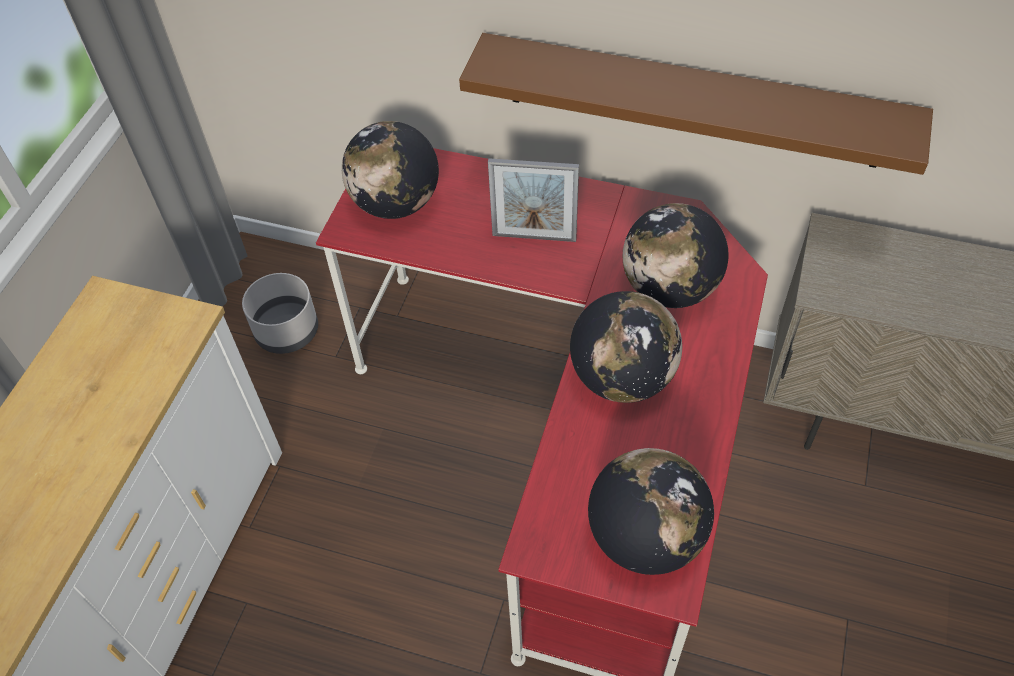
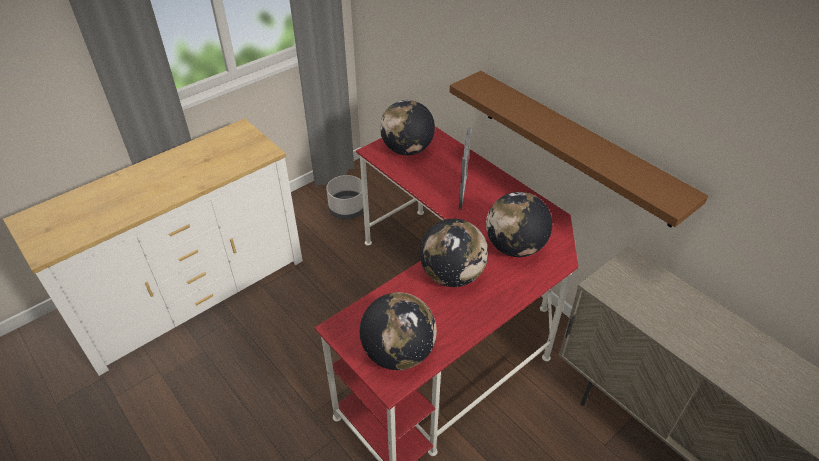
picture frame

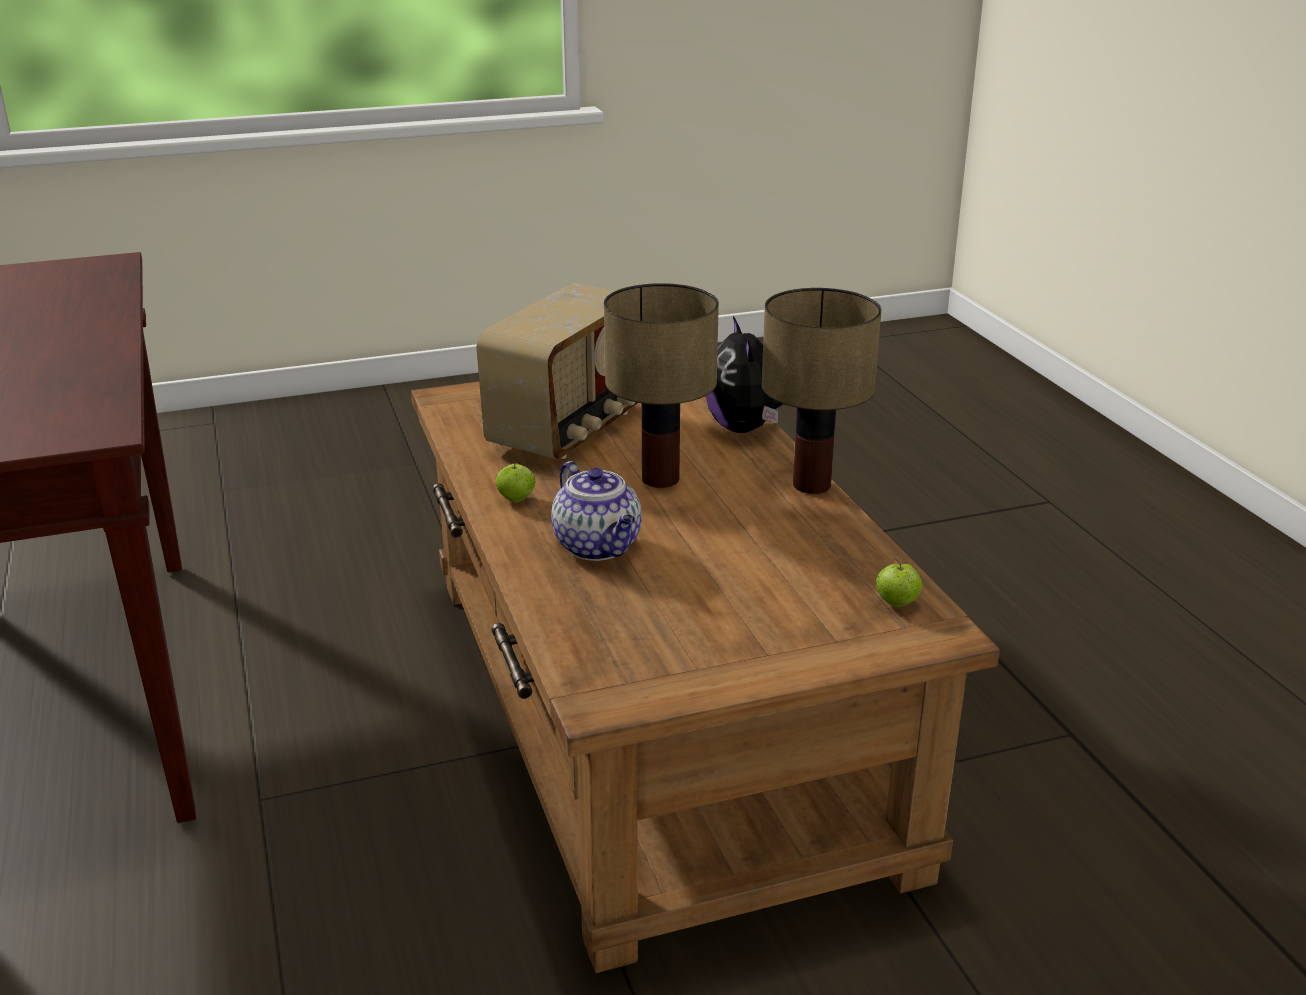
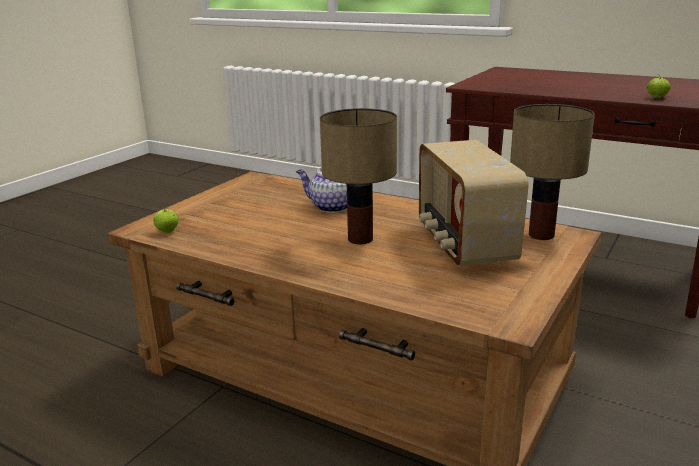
table lamp (no. 2 from left); apple (no. 2 from left); plush toy

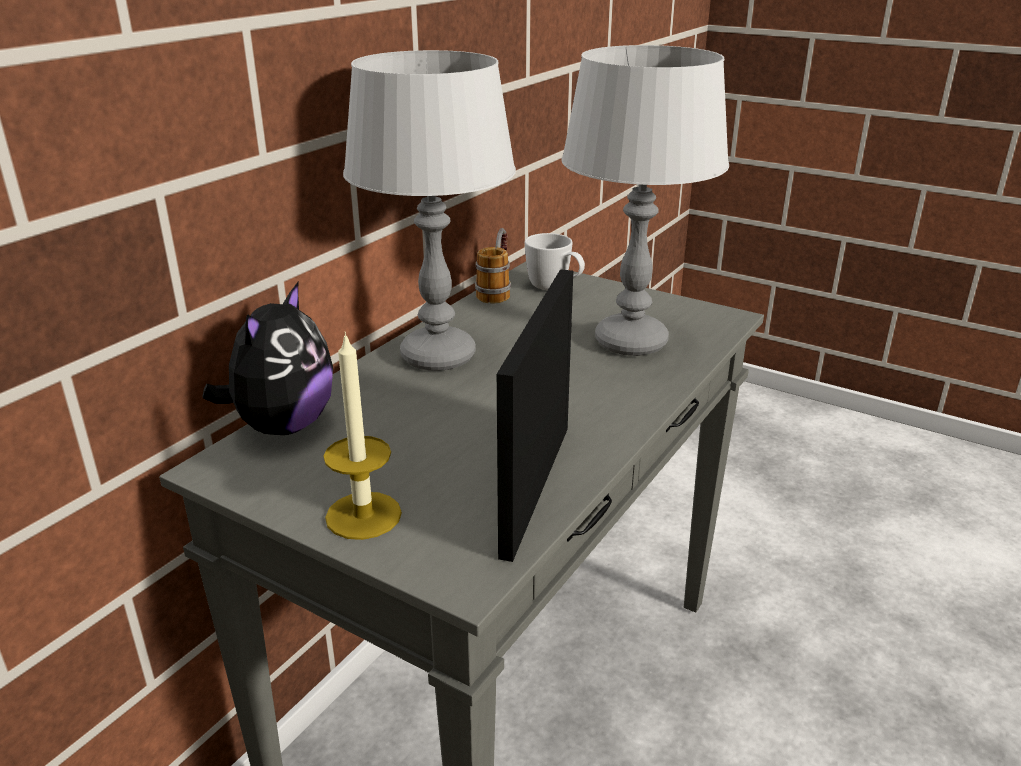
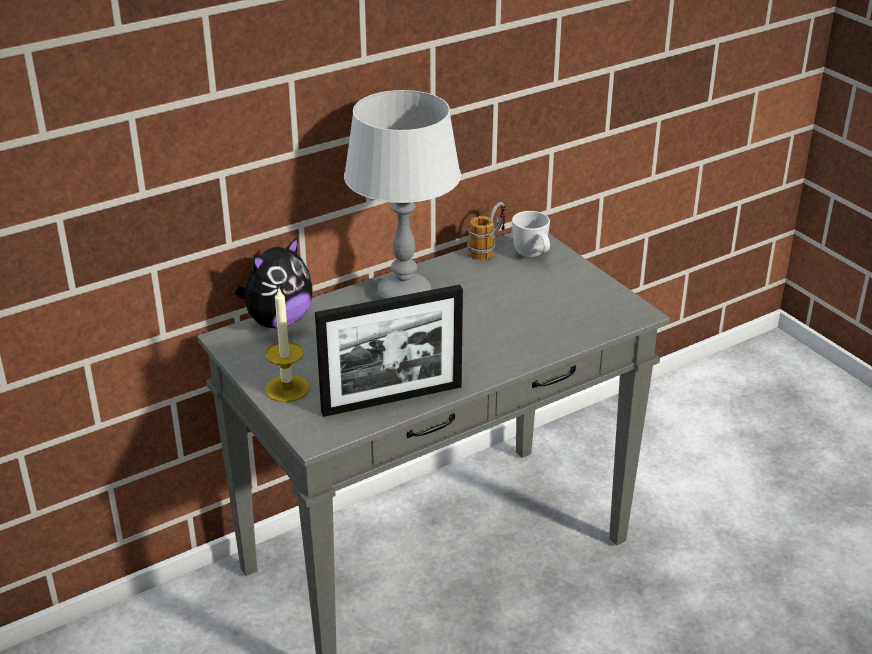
picture frame; table lamp in grey (no. 2 from left in the first image)

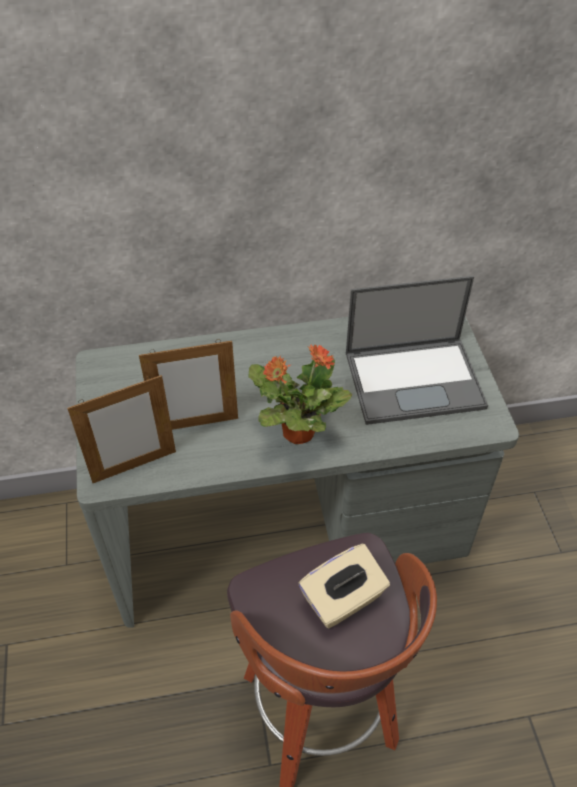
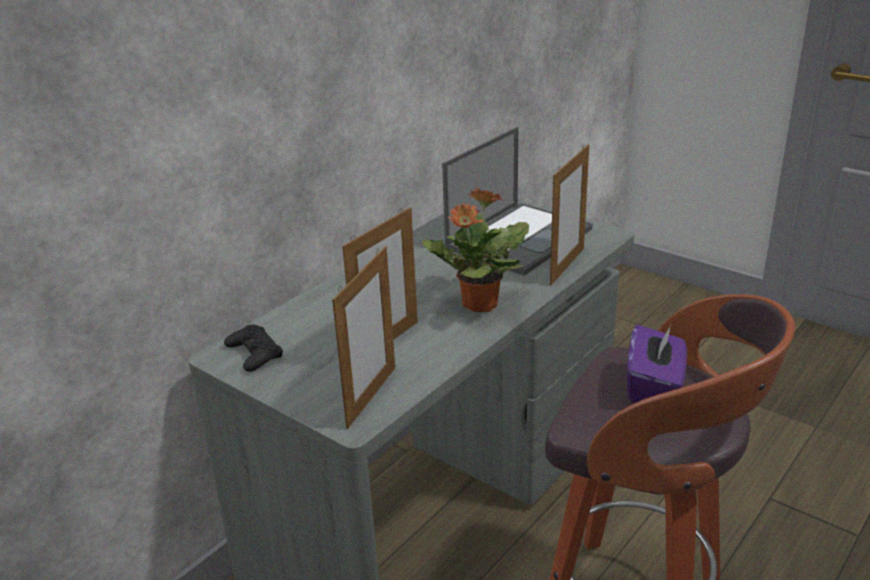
game controller in black; picture frame (no. 3 from left); tissue box in purple

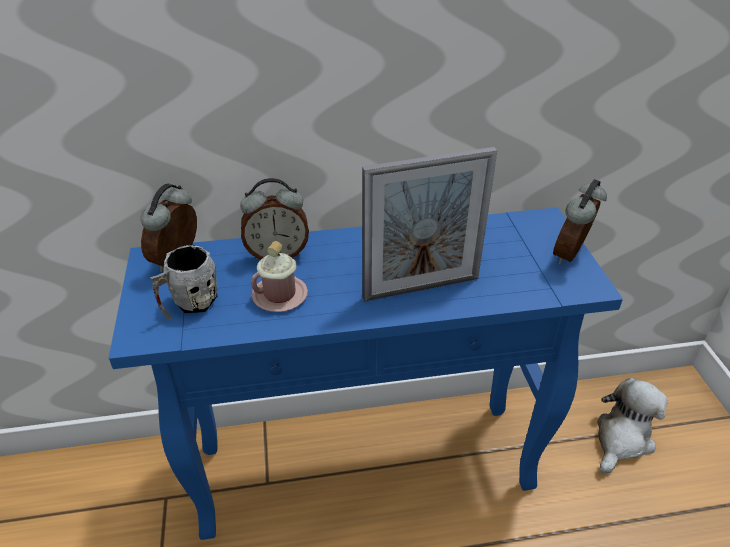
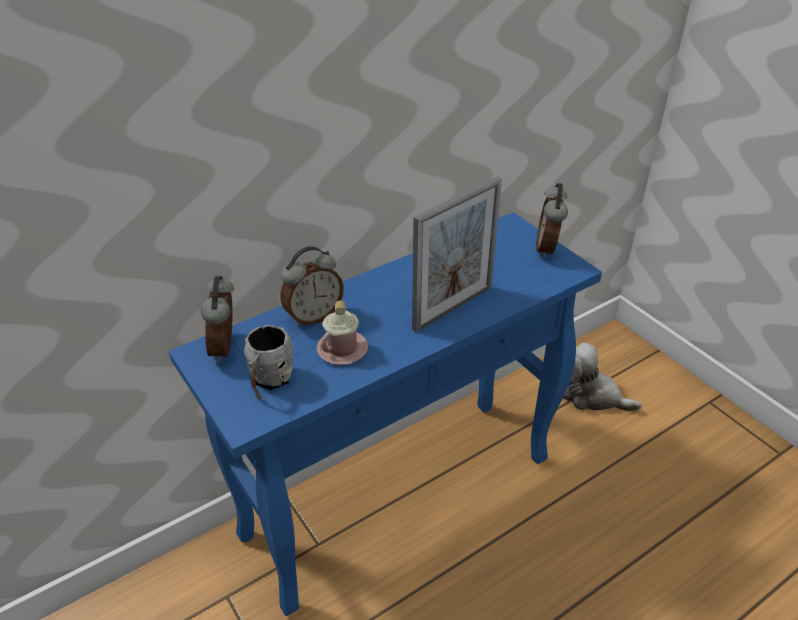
plush toy

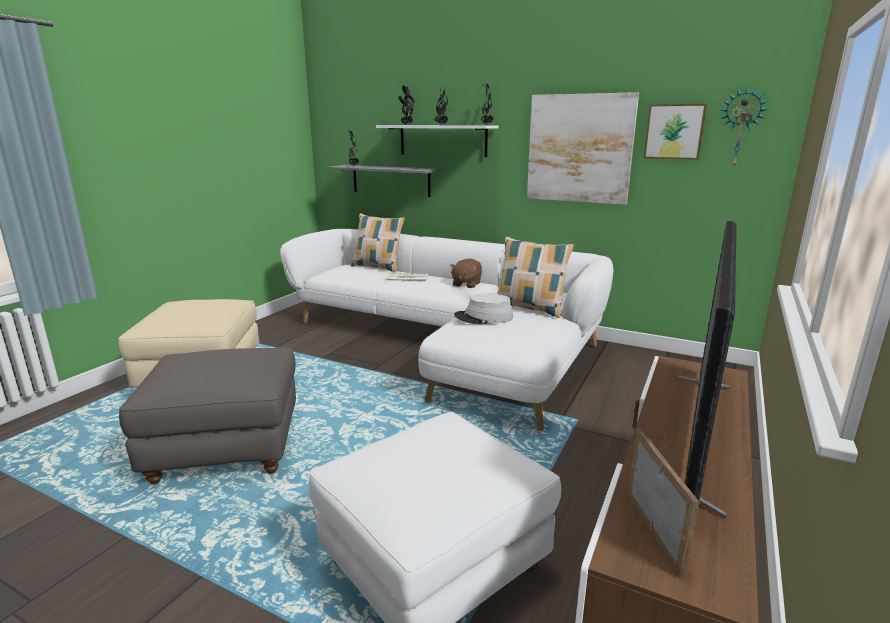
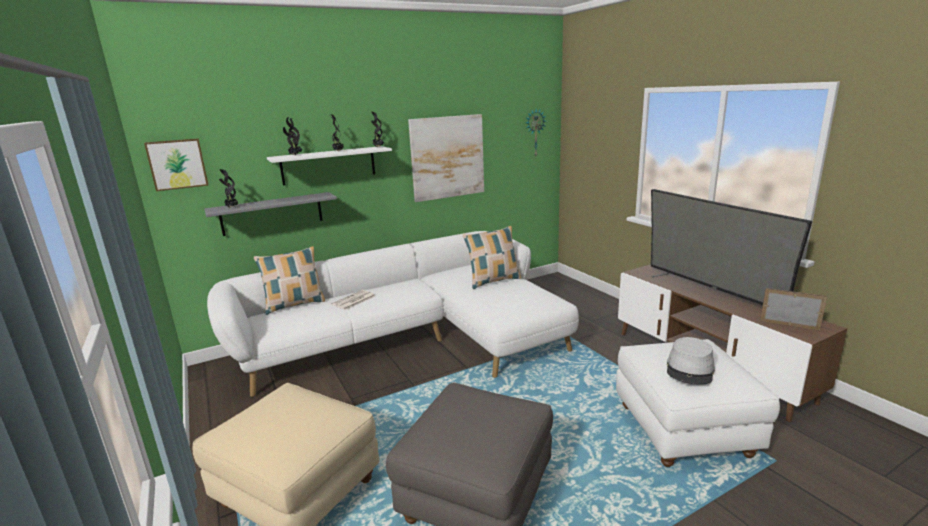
picture (no. 1 from left); hat in grey; plush toy in brown

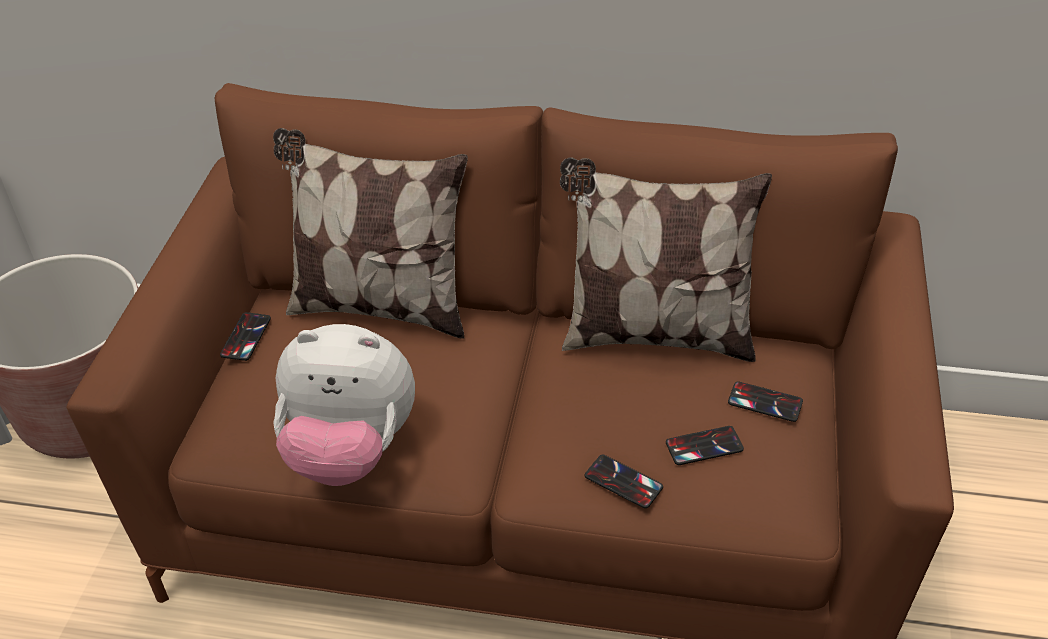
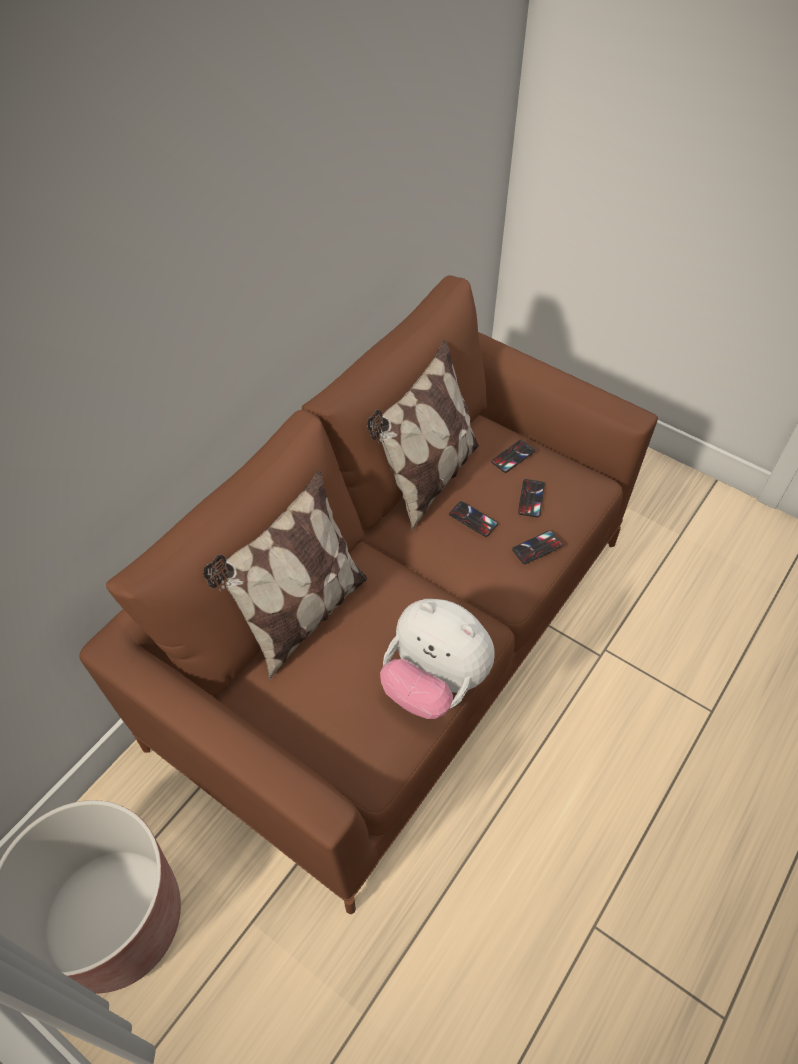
plush toy; phone (no. 1 from left)

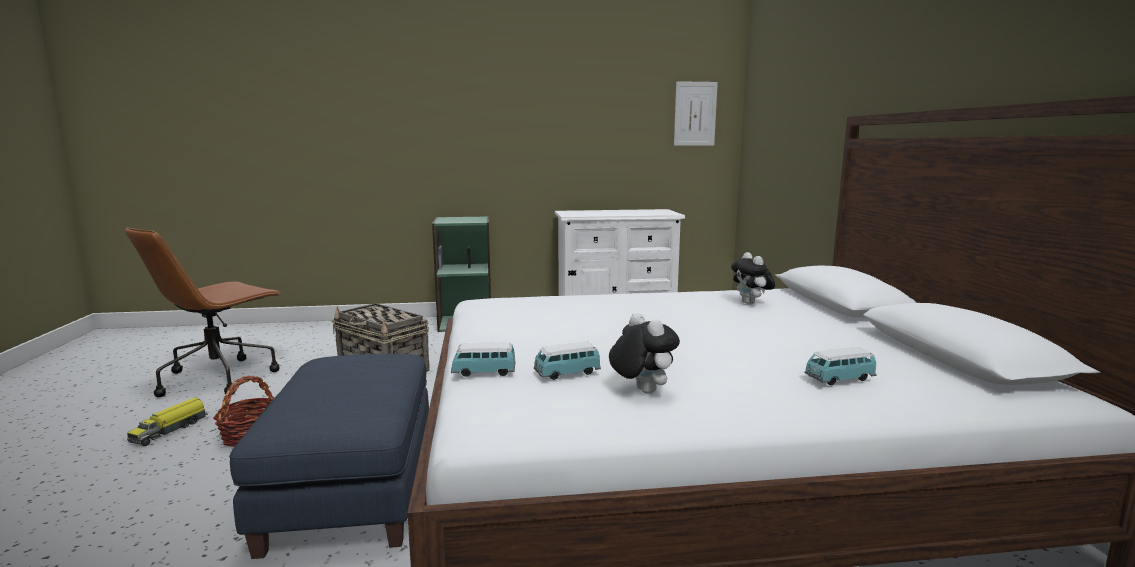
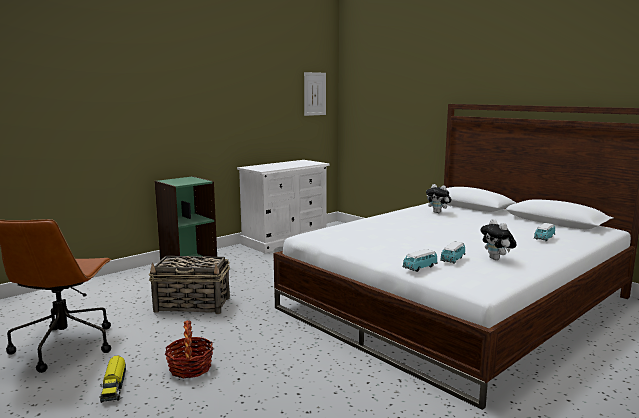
plush toy (no. 2 from left); ottoman in blue

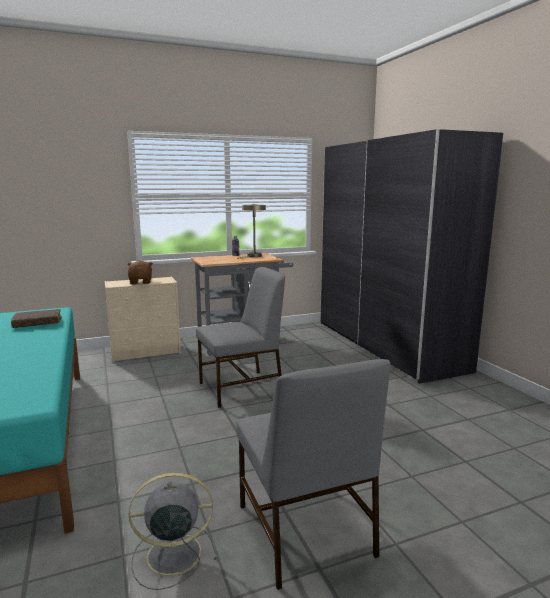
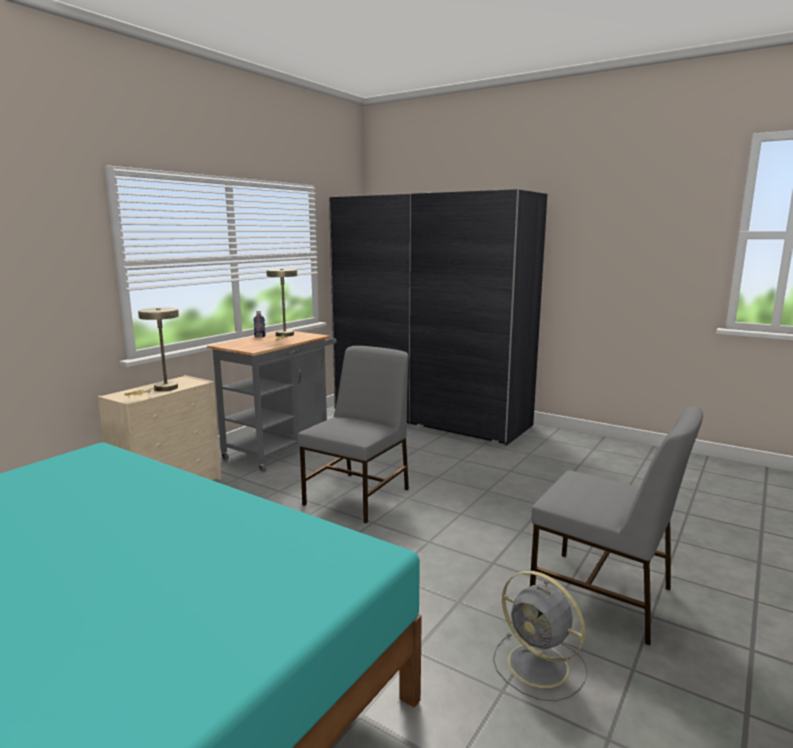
table lamp in beige (no. 1 from left); fan in grey; book in brown

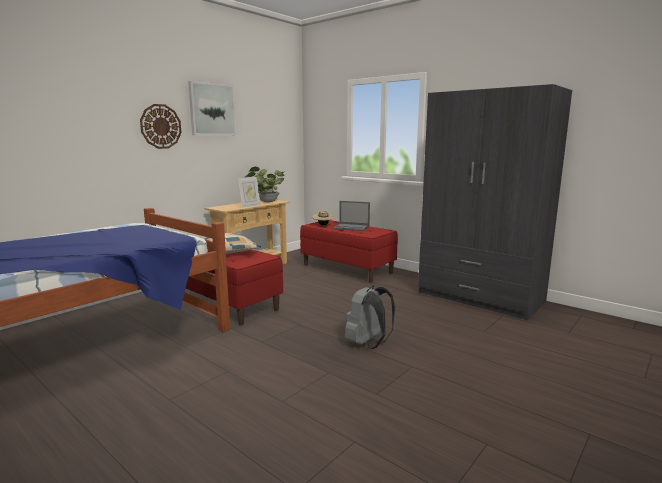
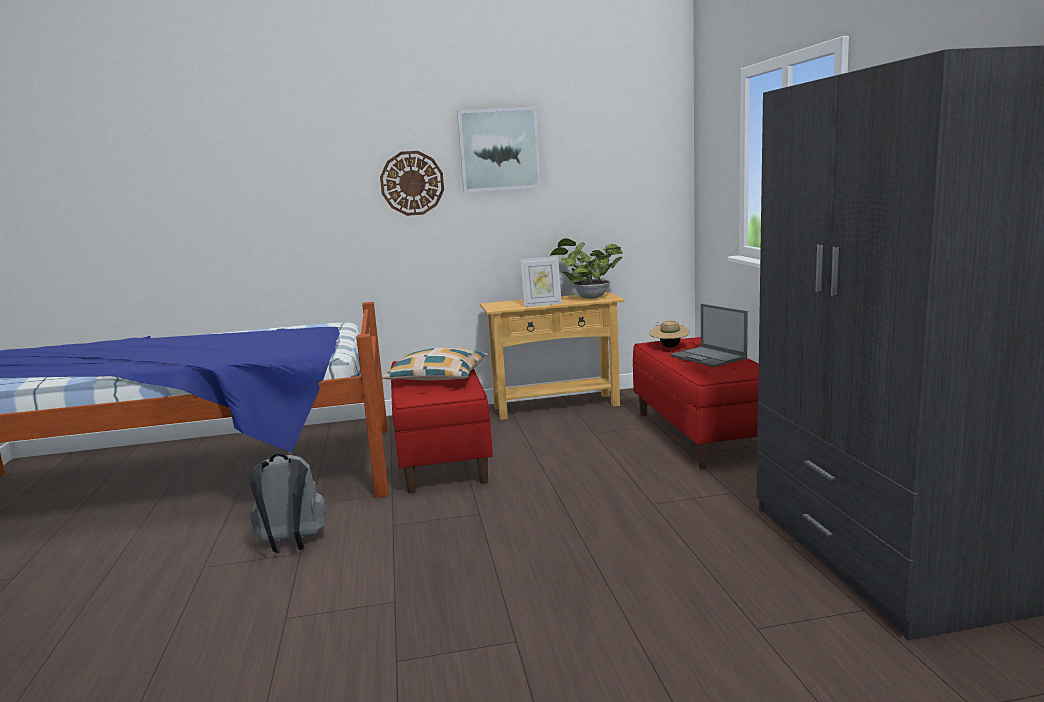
backpack in grey

